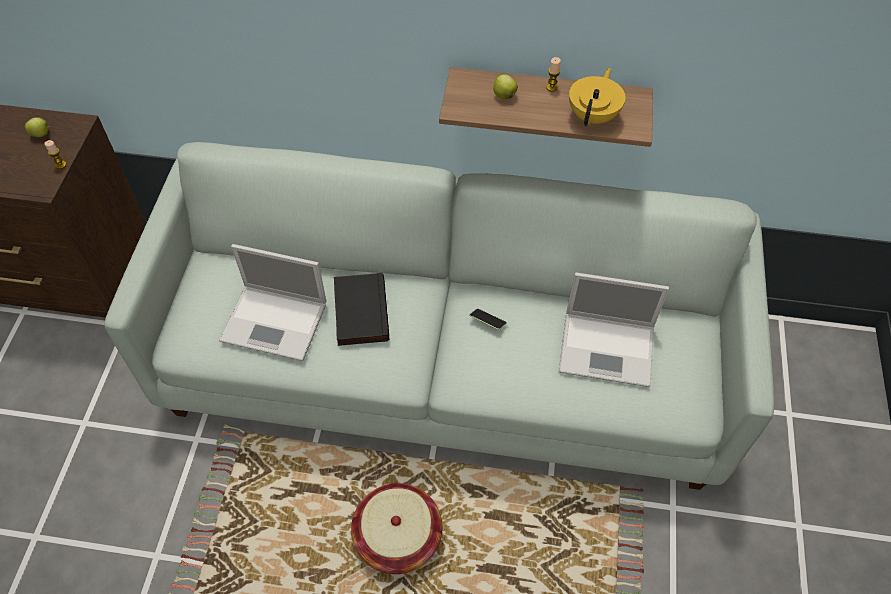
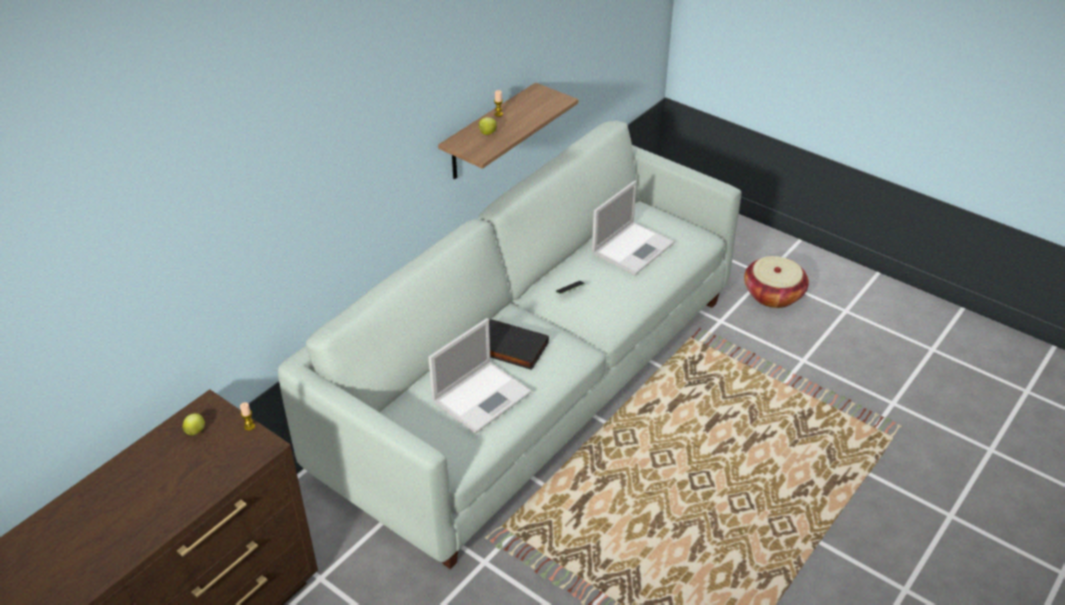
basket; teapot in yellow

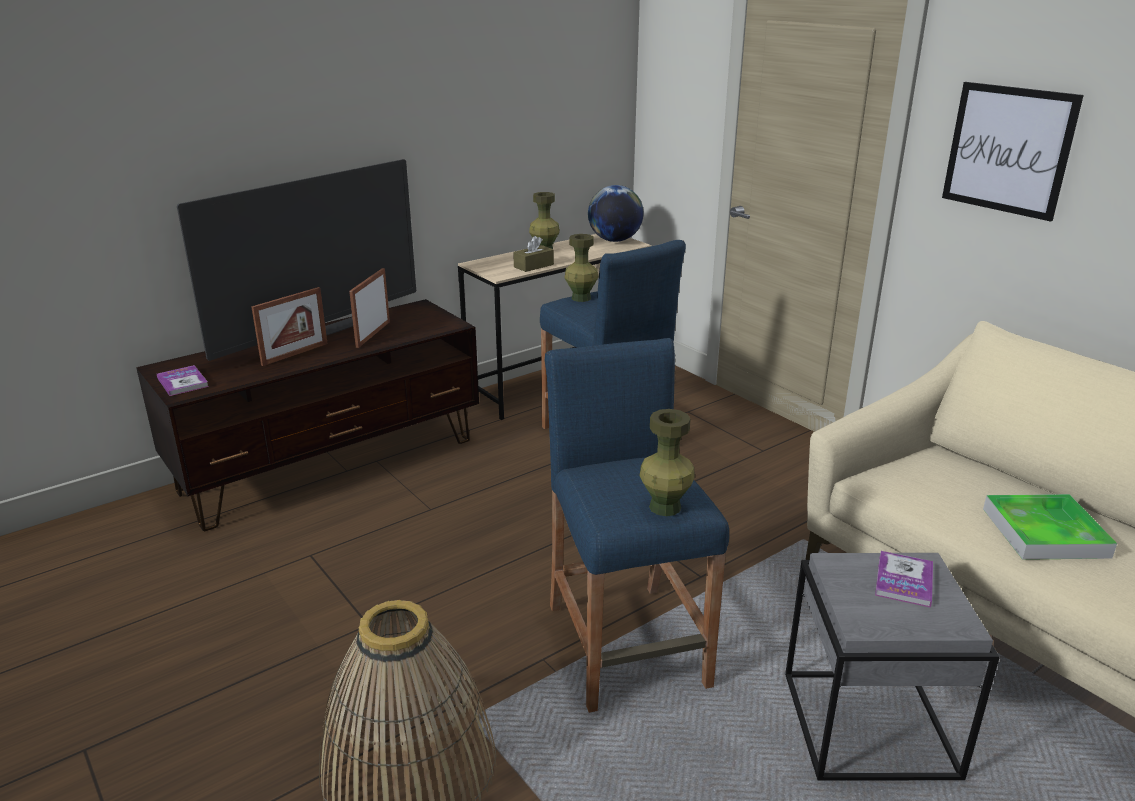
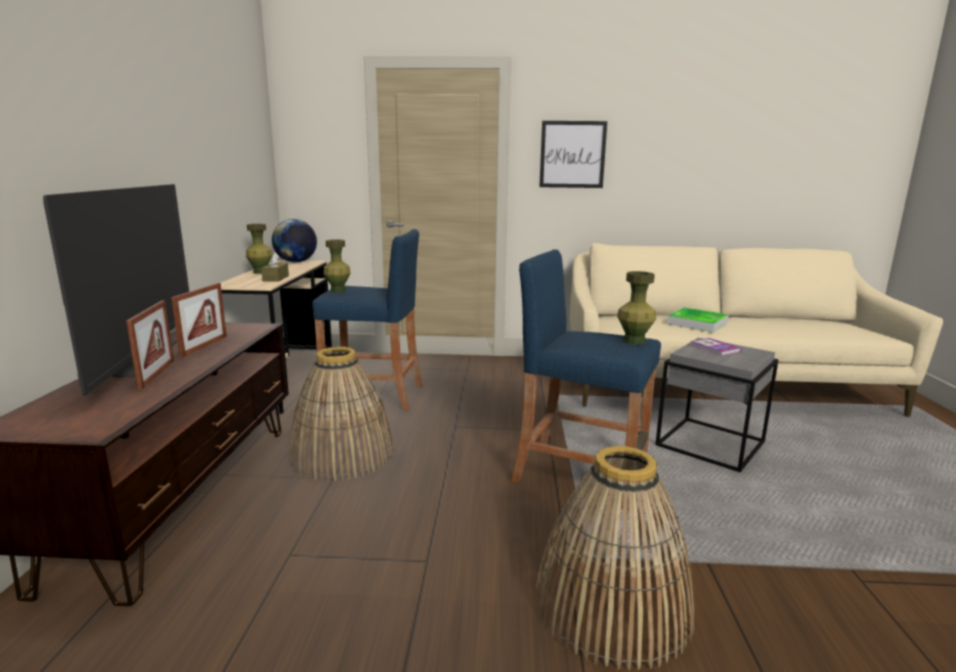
picture frame (no. 2 from left); basket (no. 1 from left); book (no. 1 from left in the first image)

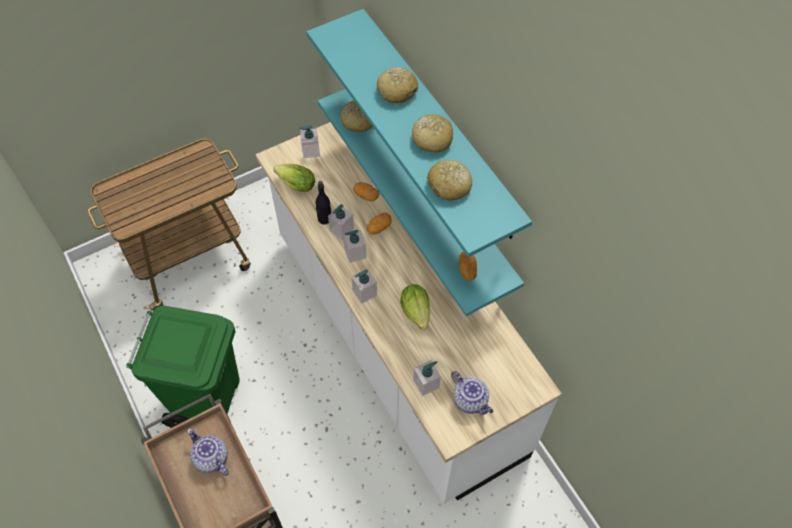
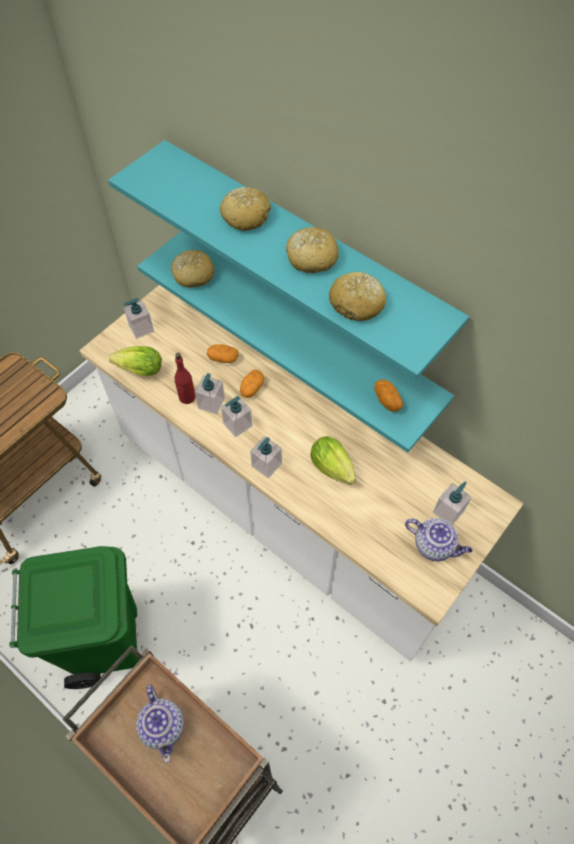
teapot (no. 1 from left); bottle in red; soap dispenser (no. 5 from left)

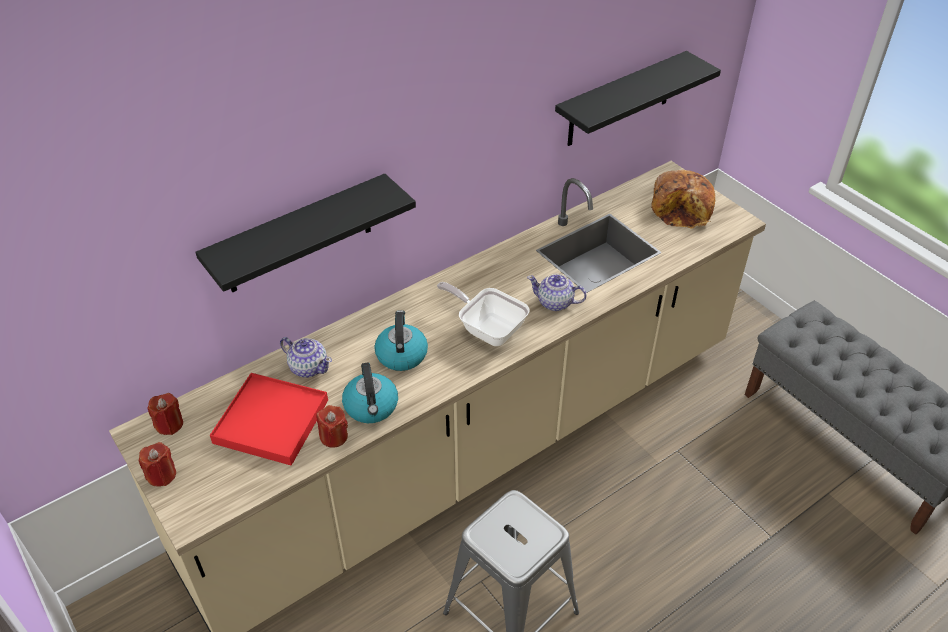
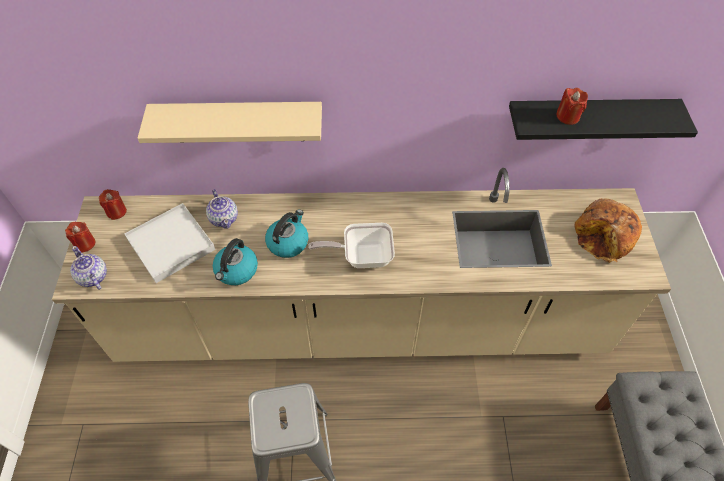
teapot (no. 1 from left); tray in white; shelf in beige; frying pan; candle in red (no. 3 from left)

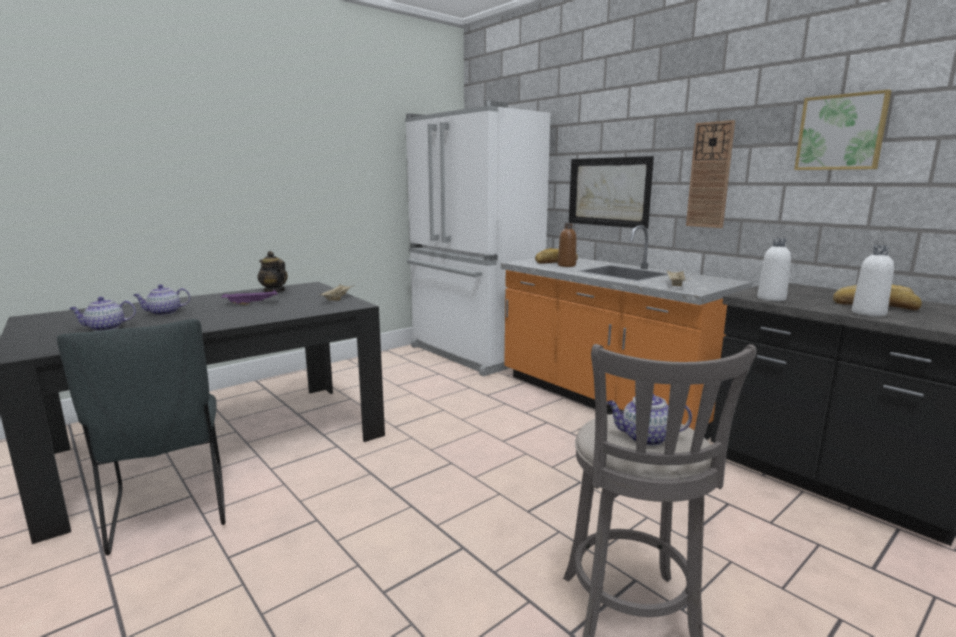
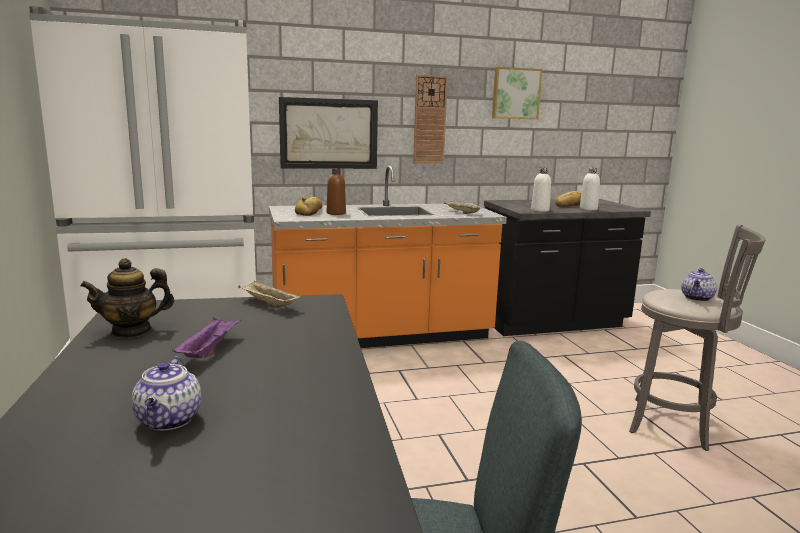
teapot (no. 1 from left in the first image)

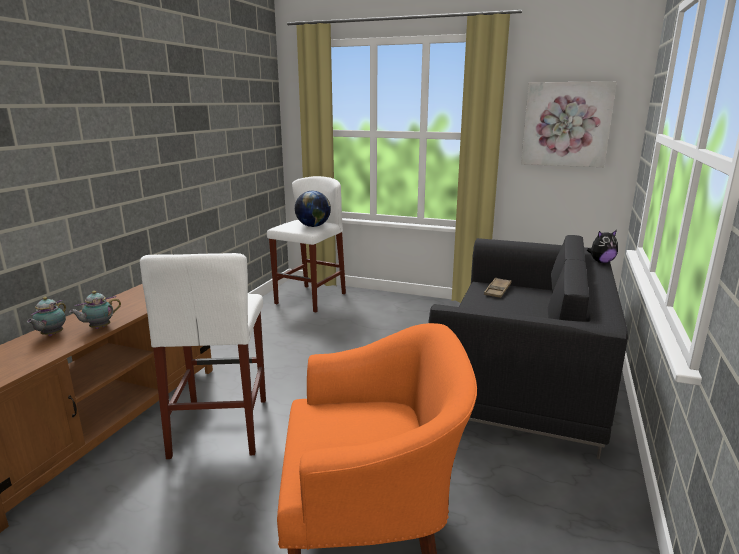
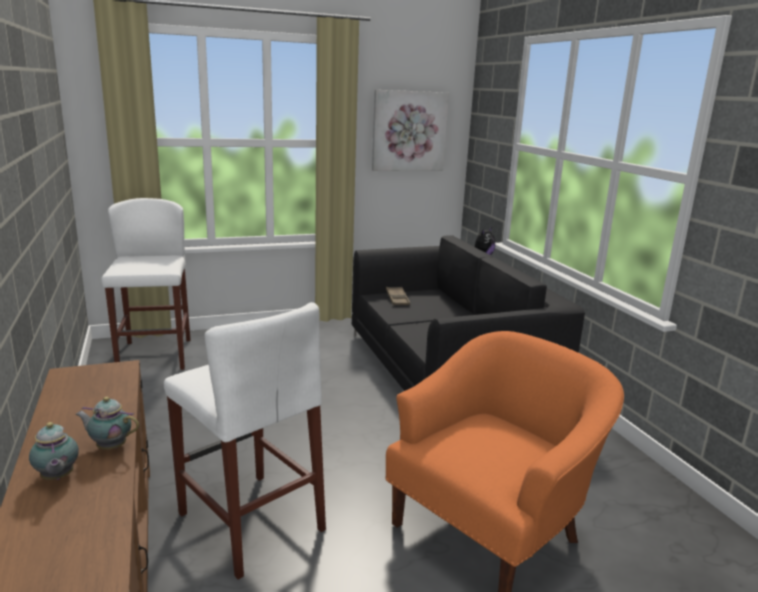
teapot (no. 2 from left); globe

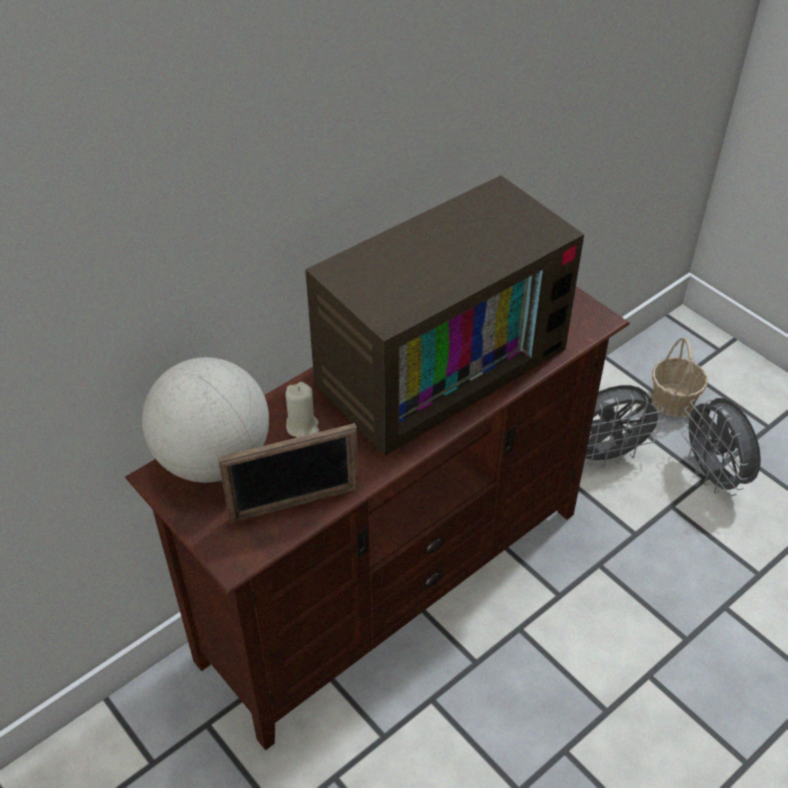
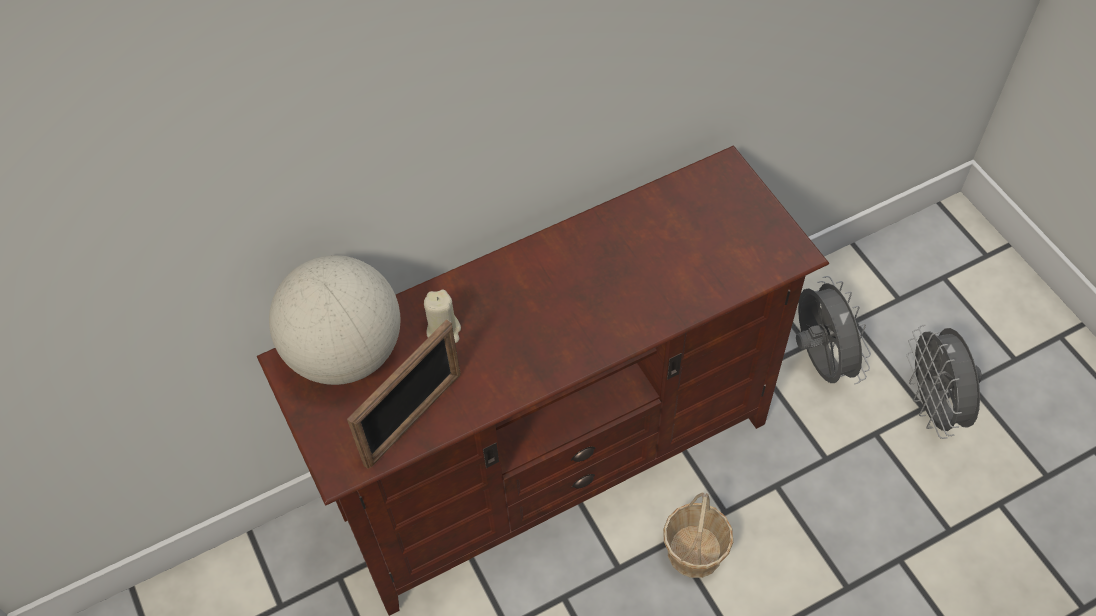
picture frame; basket; fan in grey (no. 1 from left); television

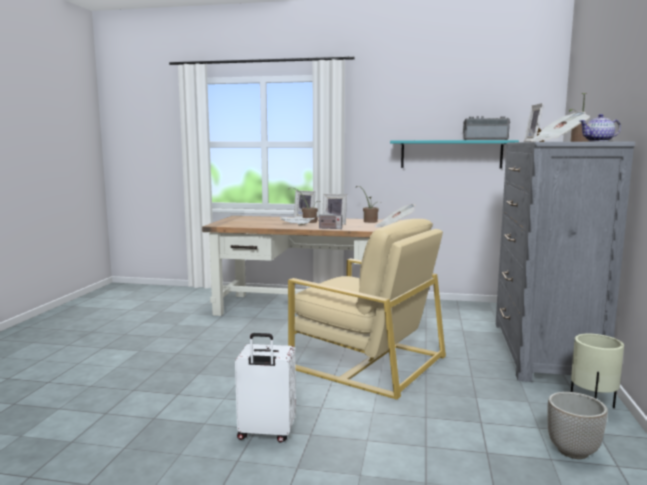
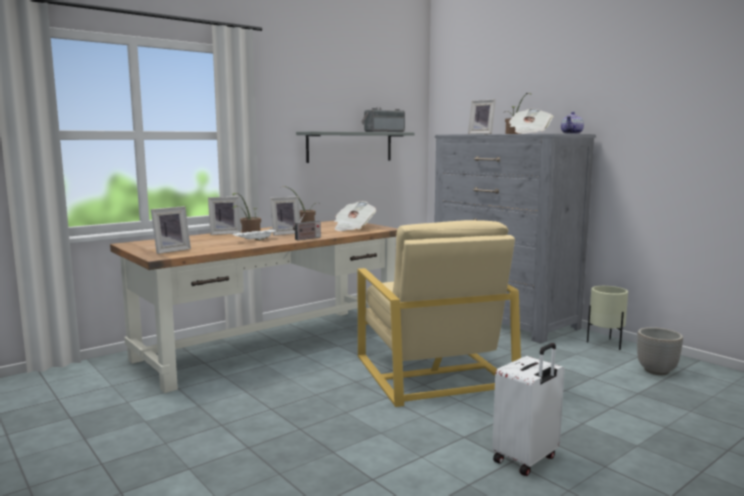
picture frame (no. 1 from left); shelf in grey; armchair in beige

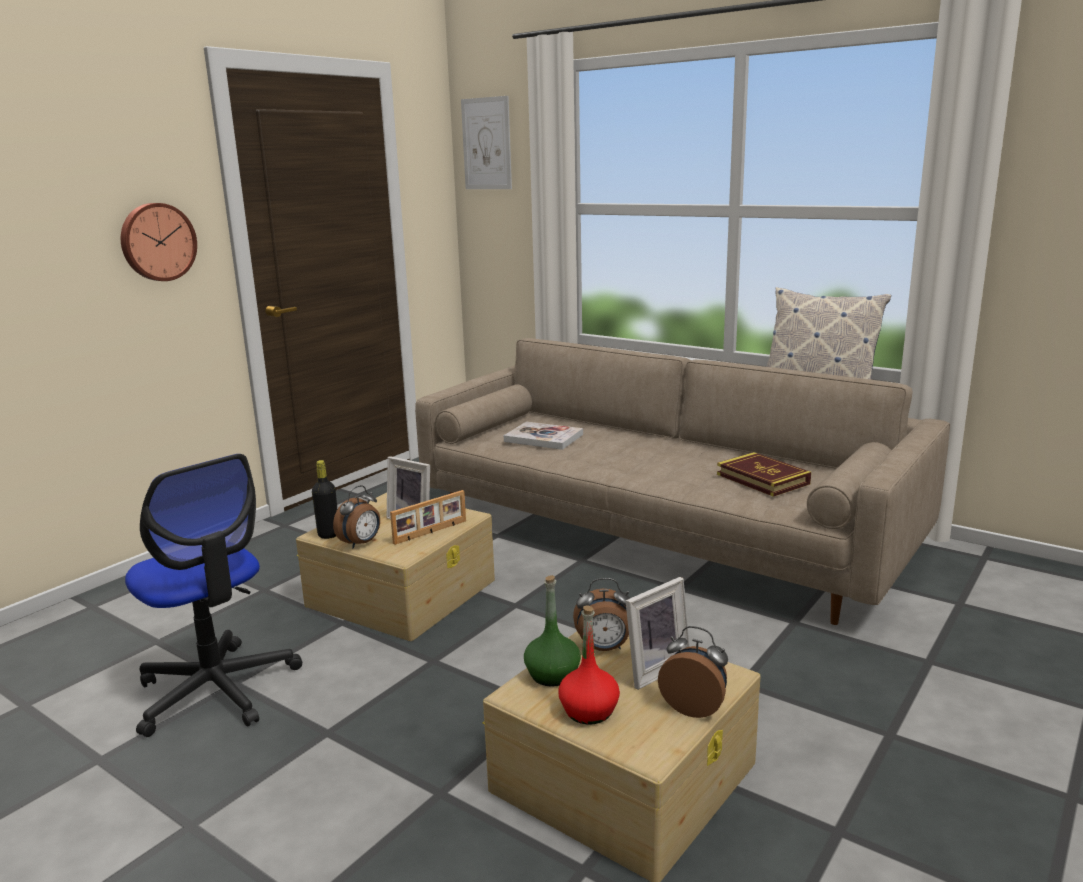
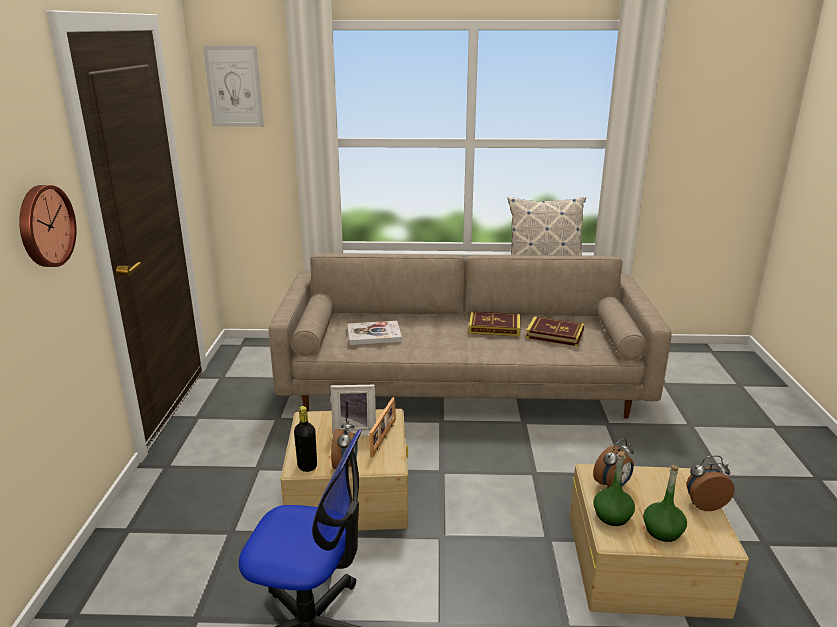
book (no. 2 from left); bottle in green (no. 2 from left); picture frame (no. 3 from left in the first image)

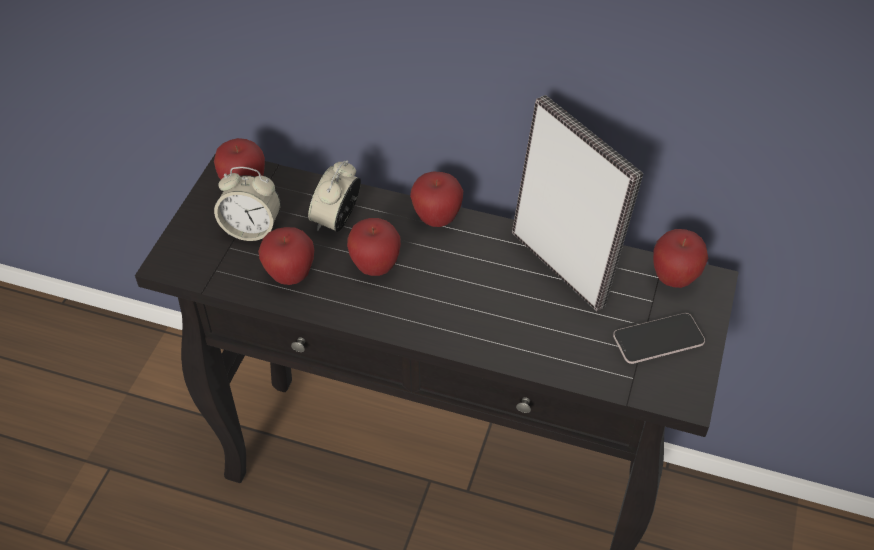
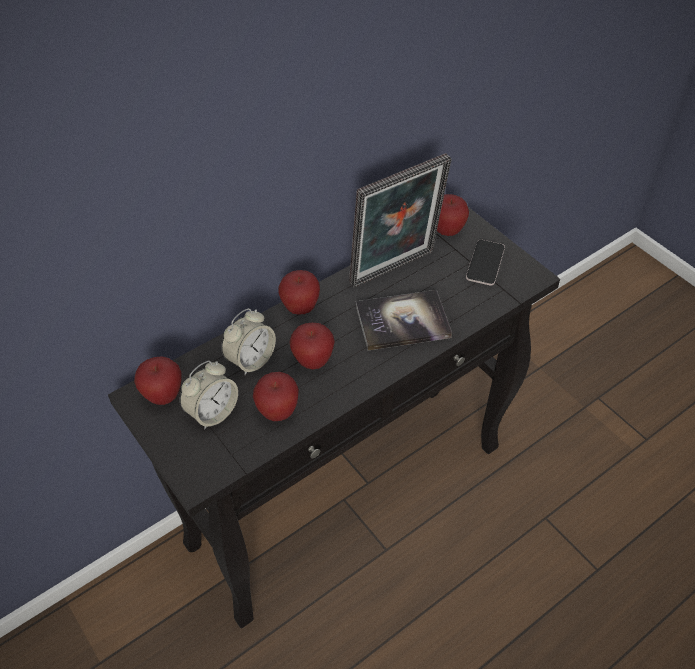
alarm clock (no. 2 from left); picture frame; book

